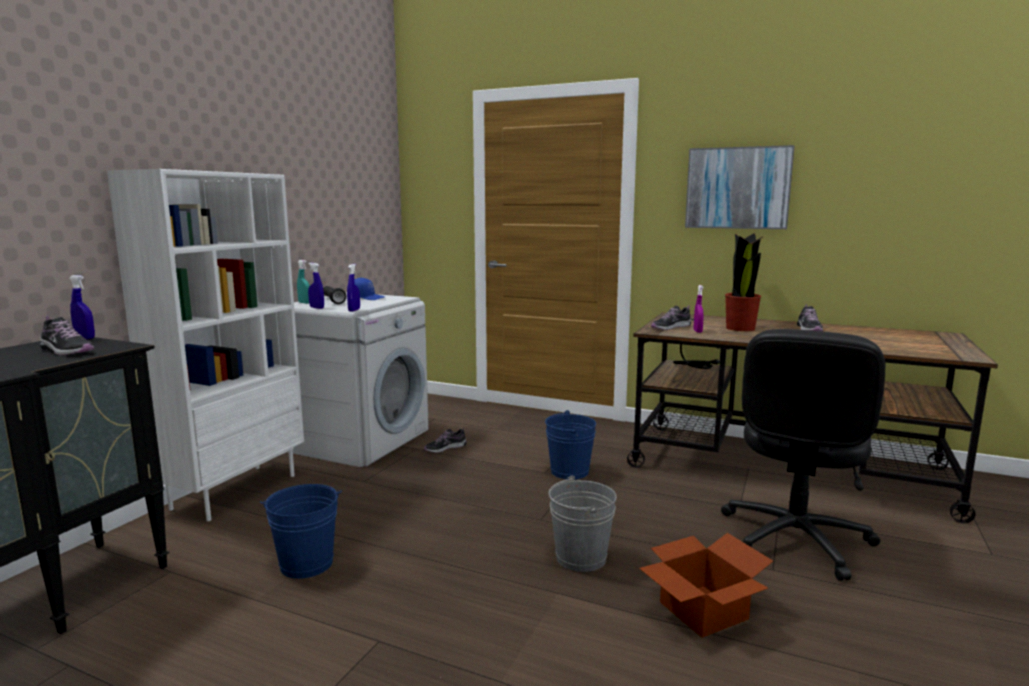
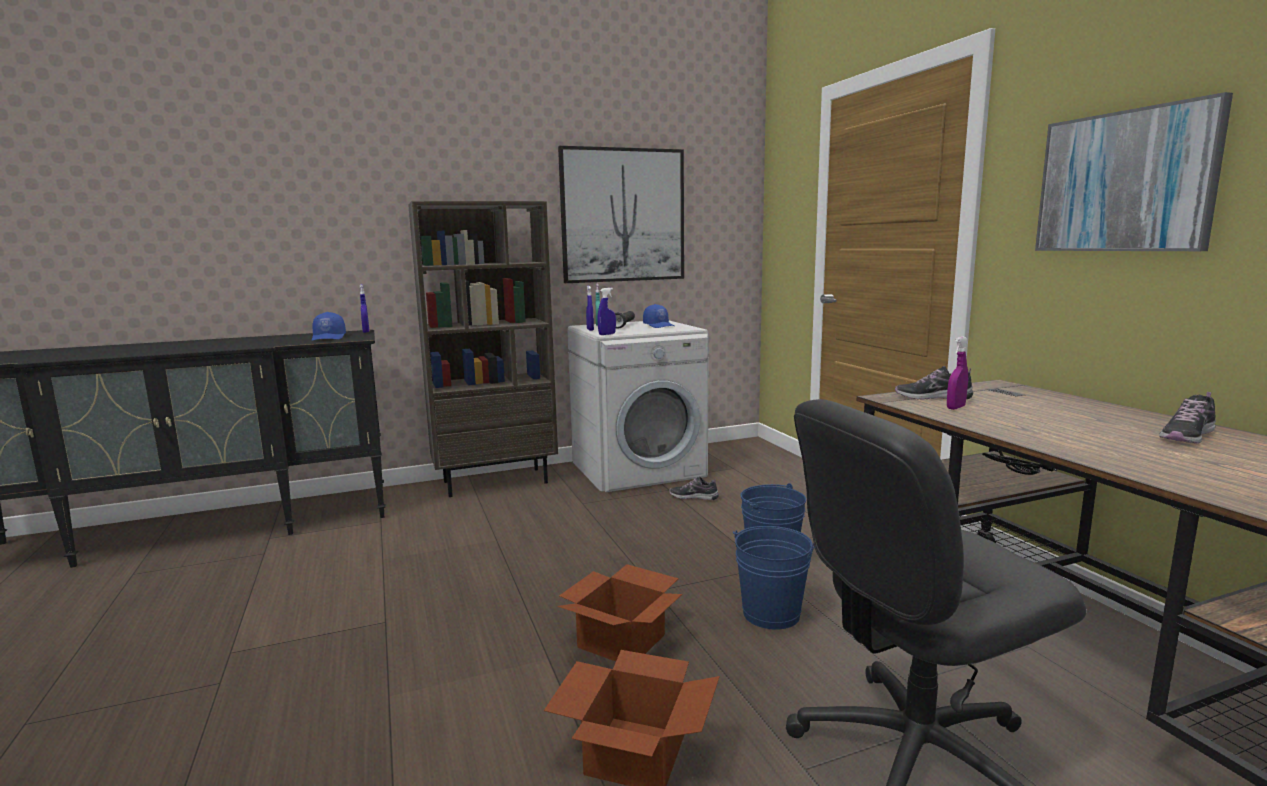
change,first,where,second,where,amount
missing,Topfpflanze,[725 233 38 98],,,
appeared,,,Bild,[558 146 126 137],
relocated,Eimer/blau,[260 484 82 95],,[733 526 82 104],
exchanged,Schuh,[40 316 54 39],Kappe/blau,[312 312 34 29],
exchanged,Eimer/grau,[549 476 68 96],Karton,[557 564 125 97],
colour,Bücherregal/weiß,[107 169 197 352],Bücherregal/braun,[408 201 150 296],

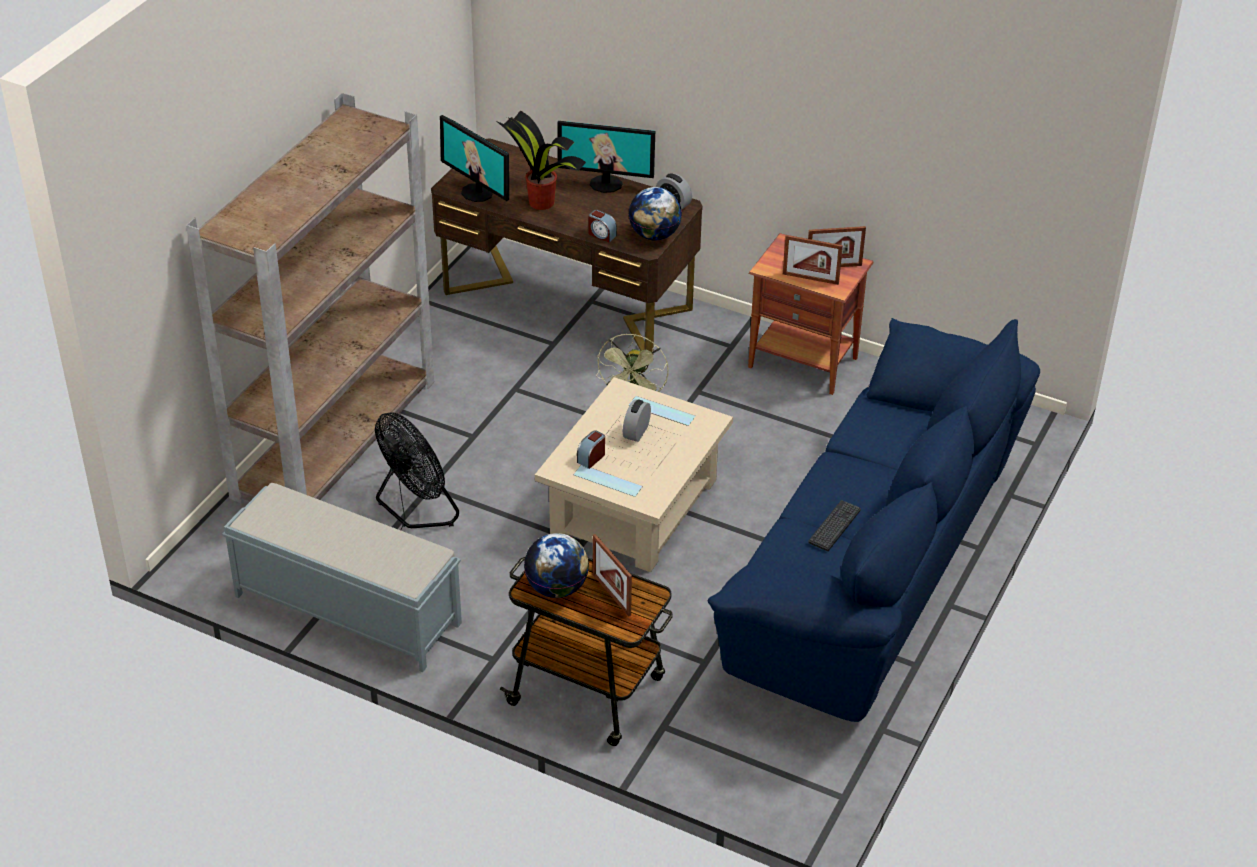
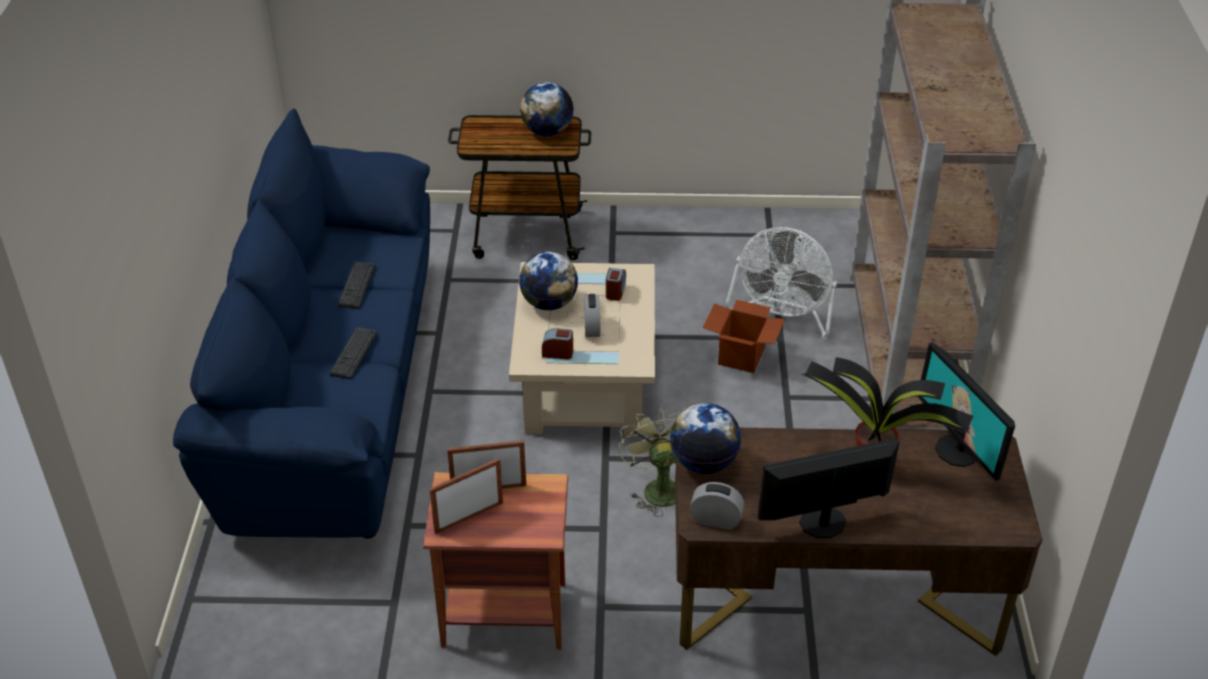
change,first,where,second,where,amount
missing,Bank/grau,[222 483 240 189],,,
missing,Bilderrahmen,[593 534 39 83],,,
appeared,,,Tastatur,[330 327 48 52],
appeared,,,Globus,[519 252 59 58],
appeared,,,Karton,[702 300 83 73],
relocated,Wecker,[589 210 28 32],,[542 328 31 32],
colour,Ventilator/schwarz,[375 413 84 116],Ventilator/weiß,[726 227 111 113],
spun,Monitor,[440 115 69 87],,[918 342 97 139],135 degrees counterclockwise

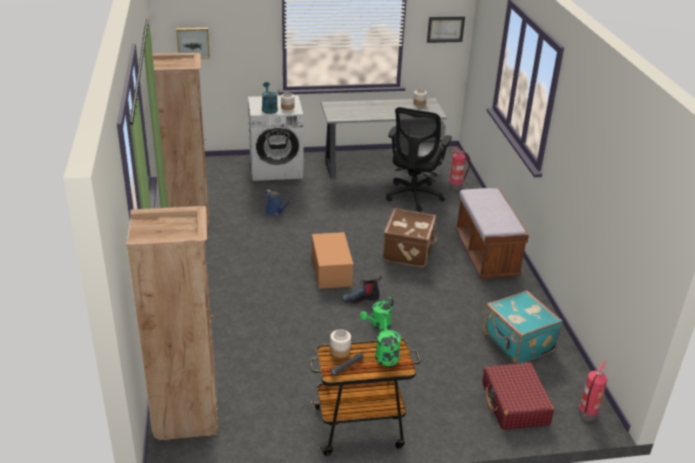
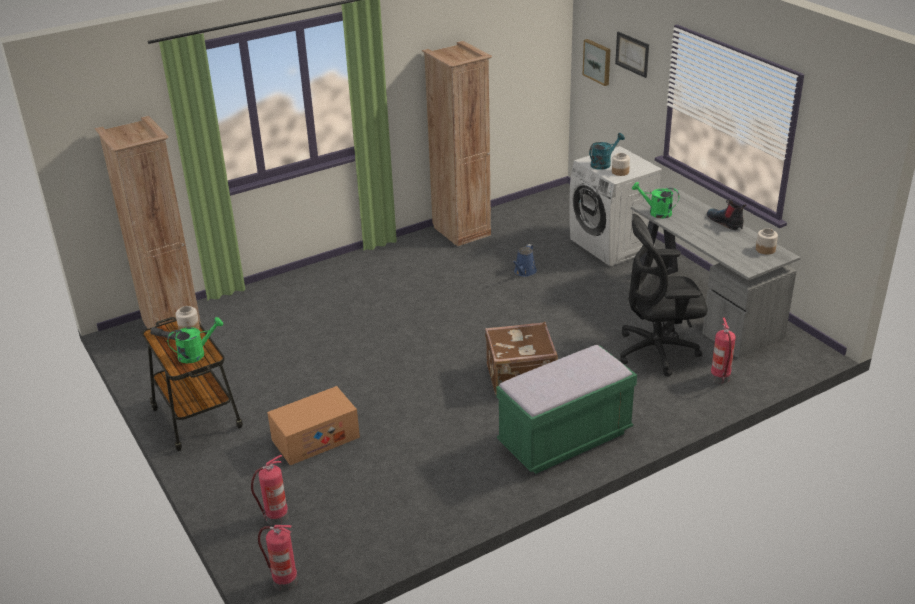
change,first,where,second,where,amount
missing,Koffer/türkis,[483 290 80 74],,,
relocated,Karton,[312 232 41 57],,[267 386 93 79],
relocated,Stiefel,[342 276 40 28],,[707 199 39 32],
relocated,Gießkanne/grün,[360 297 34 33],,[632 182 47 36],
relocated,Bild,[427 16 38 27],,[615 31 34 47],
exchanged,Koffer/rot,[482 362 72 68],Feuerlöscher,[251 455 38 70],
colour,Bank/braun,[455 188 74 91],Bank/grün,[496 345 141 129],

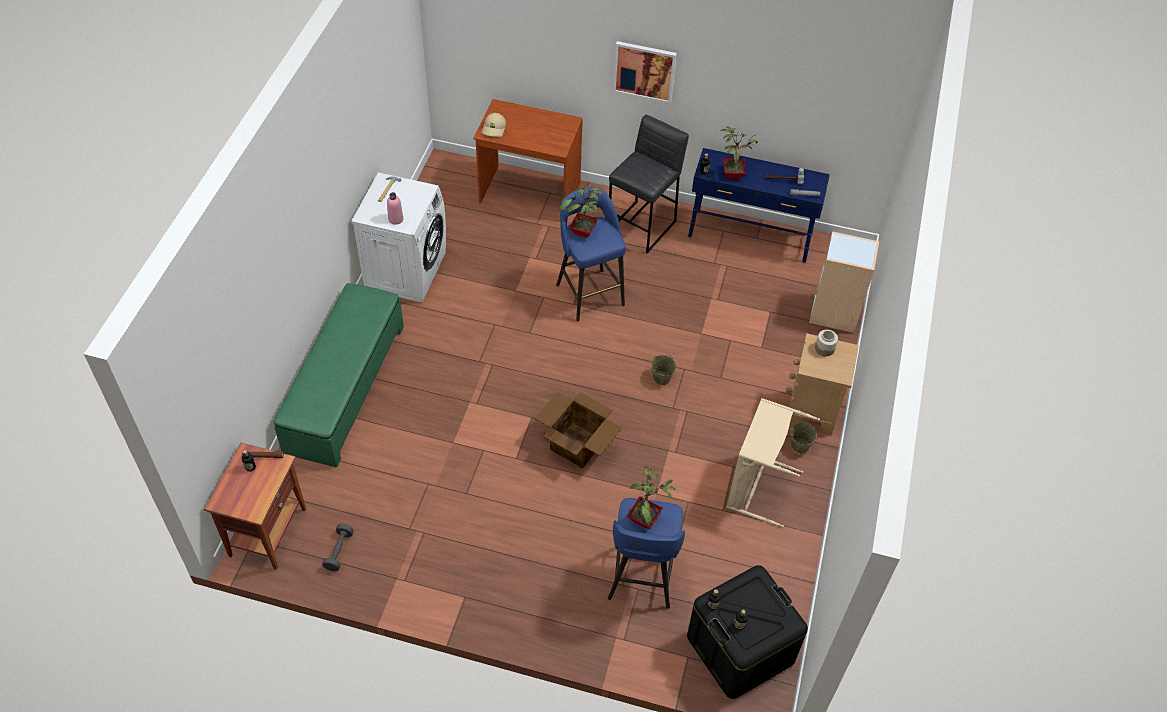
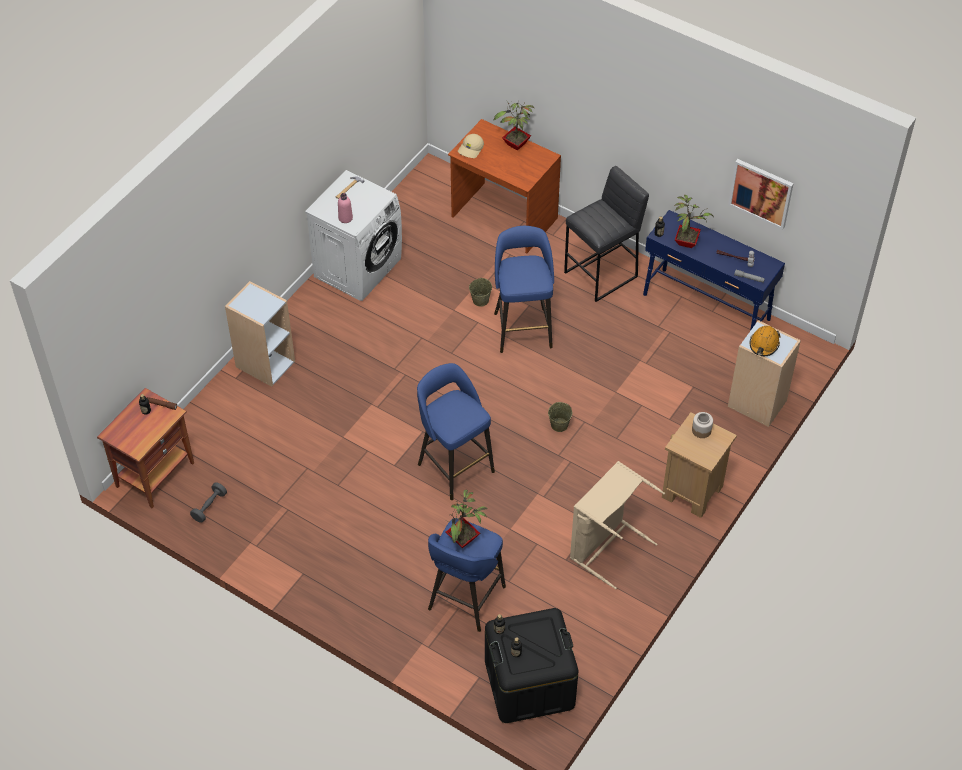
change,first,where,second,where,amount
appeared,,,Schutzhelm/orange,[750 326 30 30],
relocated,Topfpflanze,[559 185 44 53],,[494 100 40 51],
relocated,Bild,[613 41 64 63],,[728 159 66 71],
relocated,Eimer/beige,[791 422 26 31],,[469 278 23 29],
exchanged,Bank/grün,[274 283 130 184],Bücherregal,[225 281 70 106],
exchanged,Karton,[535 392 87 77],Hocker/blau,[417 363 78 137],

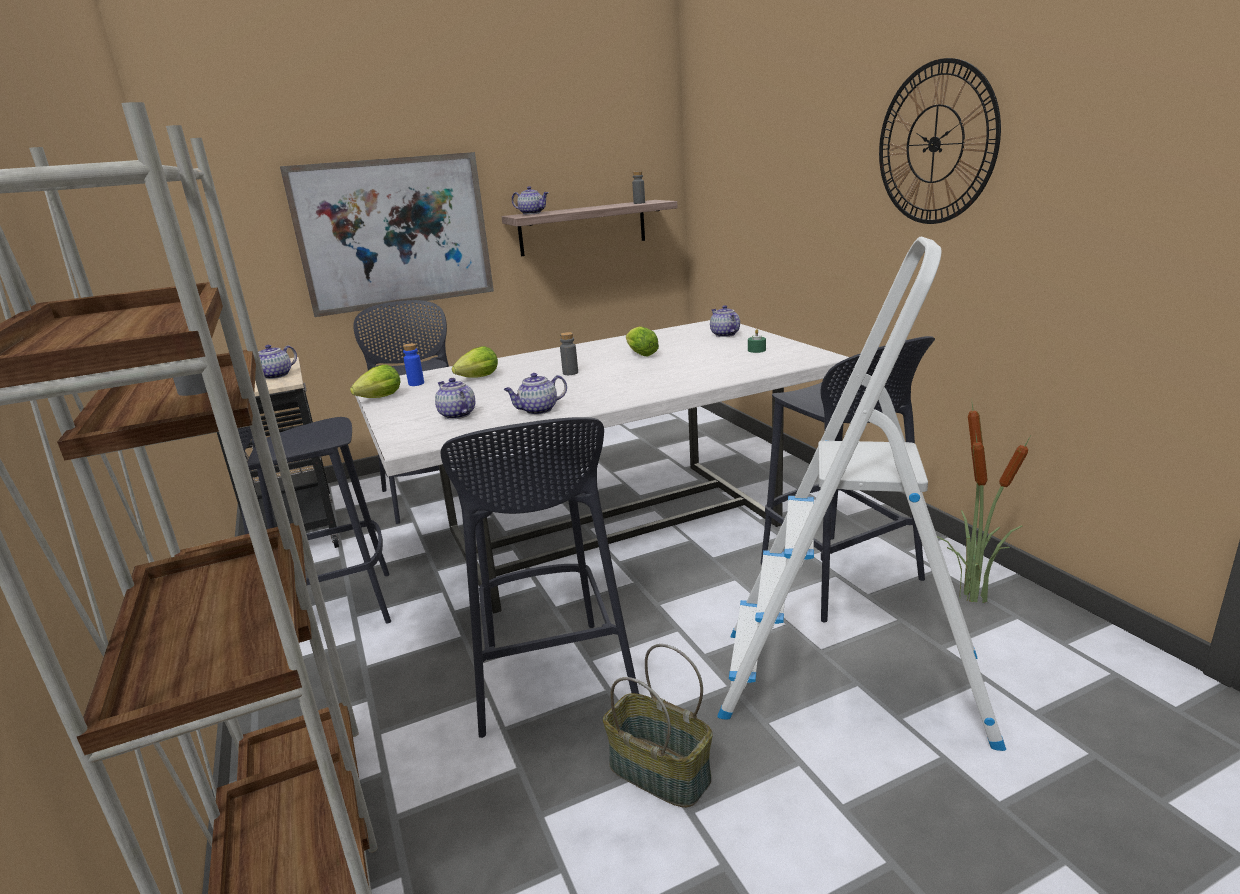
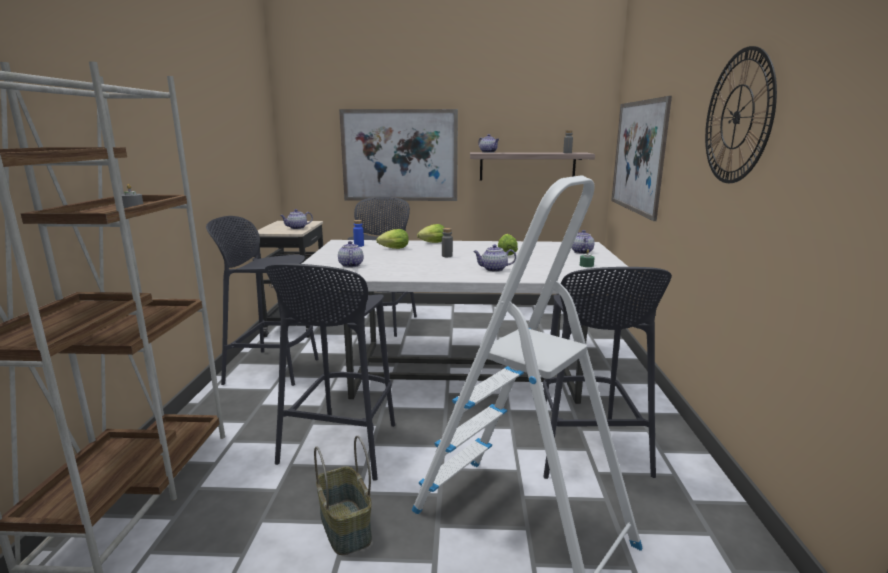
change,first,where,second,where,amount
missing,Topfpflanze,[937 397 93 206],,,
appeared,,,Bild,[611 96 61 125],
relocated,Salatkopf,[350 364 50 34],,[417 224 28 19],
relocated,Teekanne,[504 373 63 42],,[473 244 43 28],

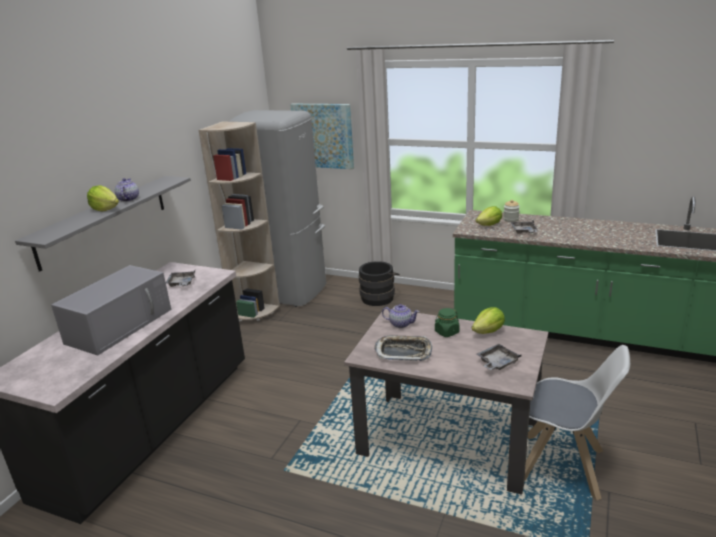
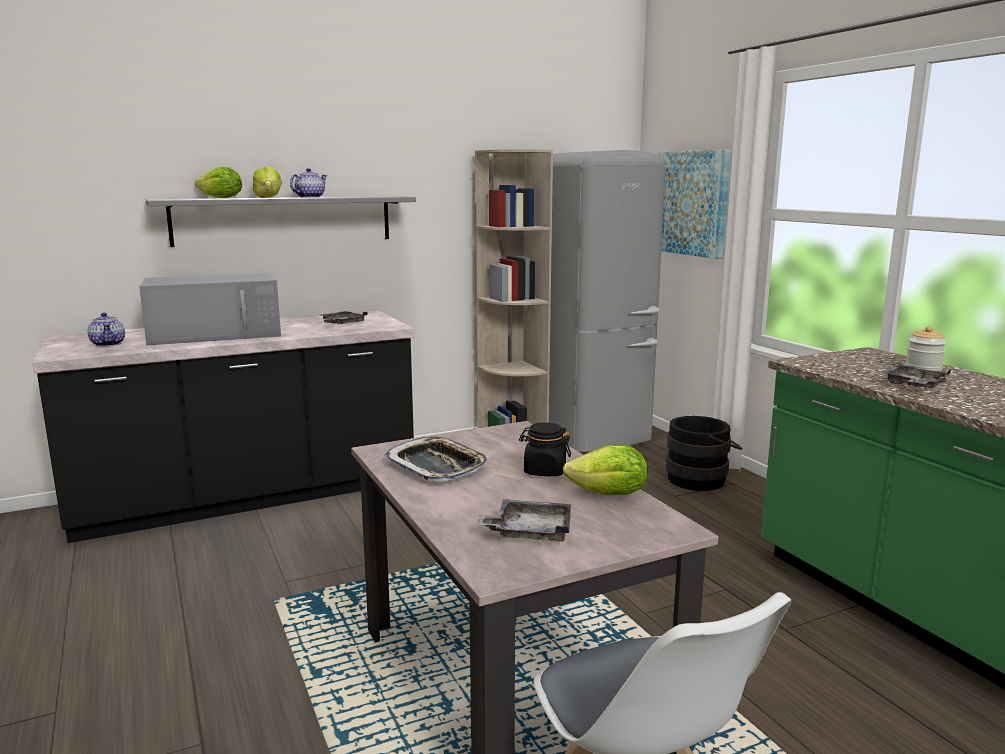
change,first,where,second,where,amount
relocated,Teekanne,[382 304 38 24],,[87 313 38 34],
relocated,Salatkopf,[476 206 26 20],,[195 166 47 32],
colour,Vorratsglas/grün,[435 308 25 29],Vorratsglas/schwarz,[519 422 52 54],

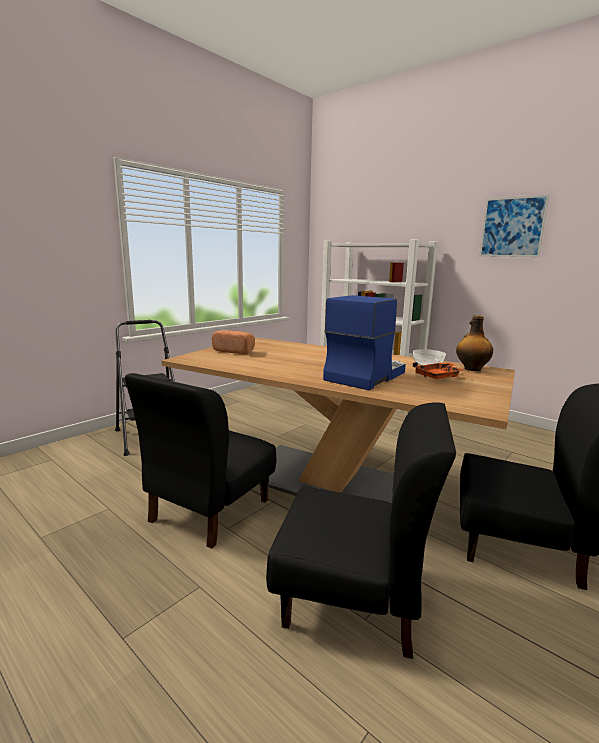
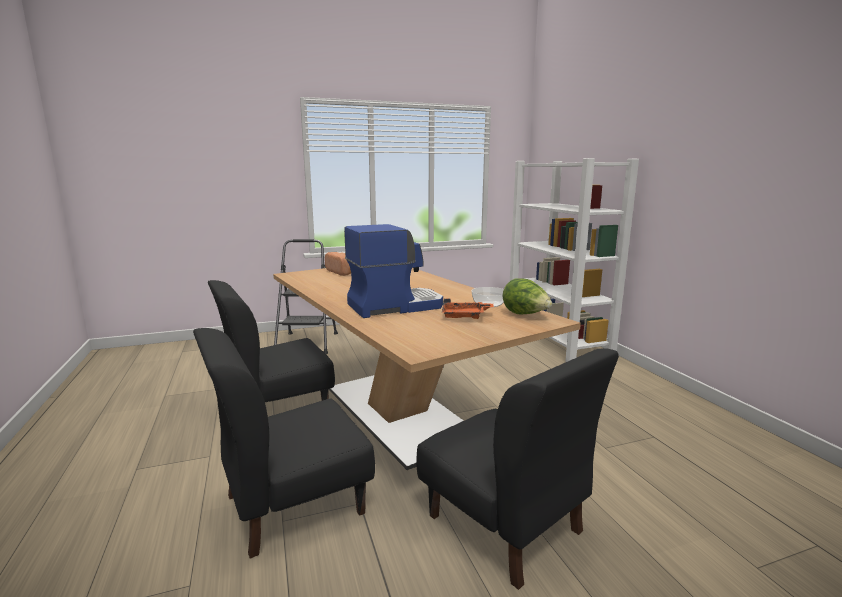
change,first,where,second,where,amount
missing,Bild,[479 194 71 63],,,
exchanged,Flasche,[456 315 37 56],Salatkopf,[502 278 50 36],
spun,Stuhl/schwarz,[266 402 190 257],,[193 328 182 230],105 degrees clockwise

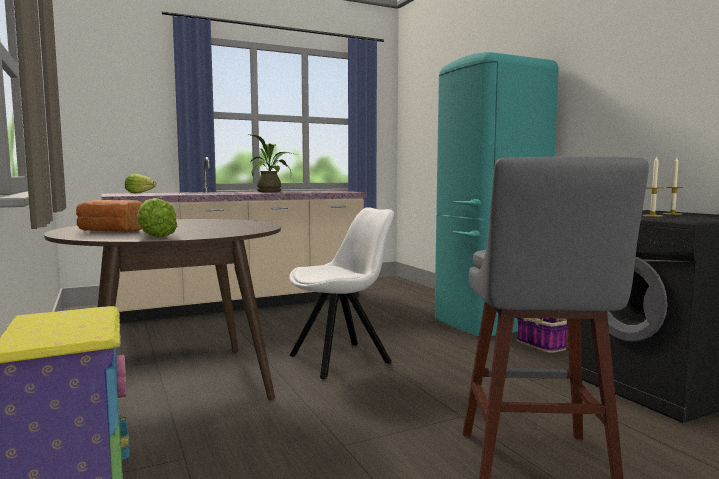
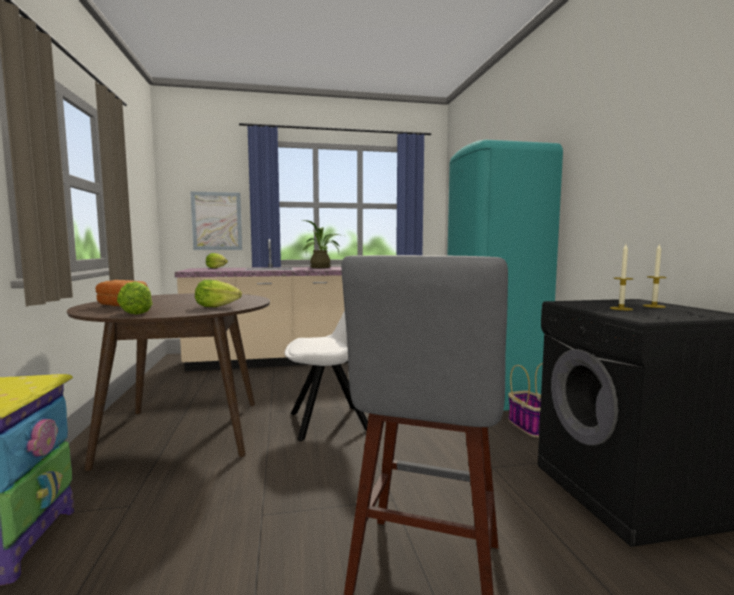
change,first,where,second,where,amount
appeared,,,Bild,[191 192 51 58],
appeared,,,Salatkopf,[195 280 47 27],

